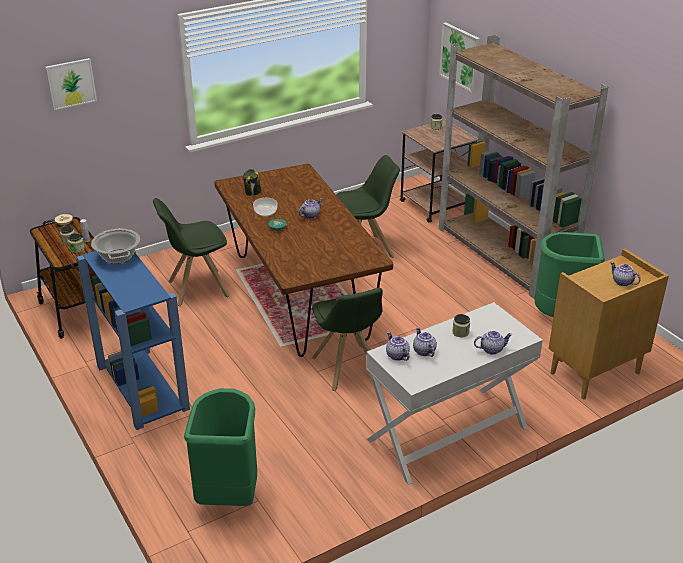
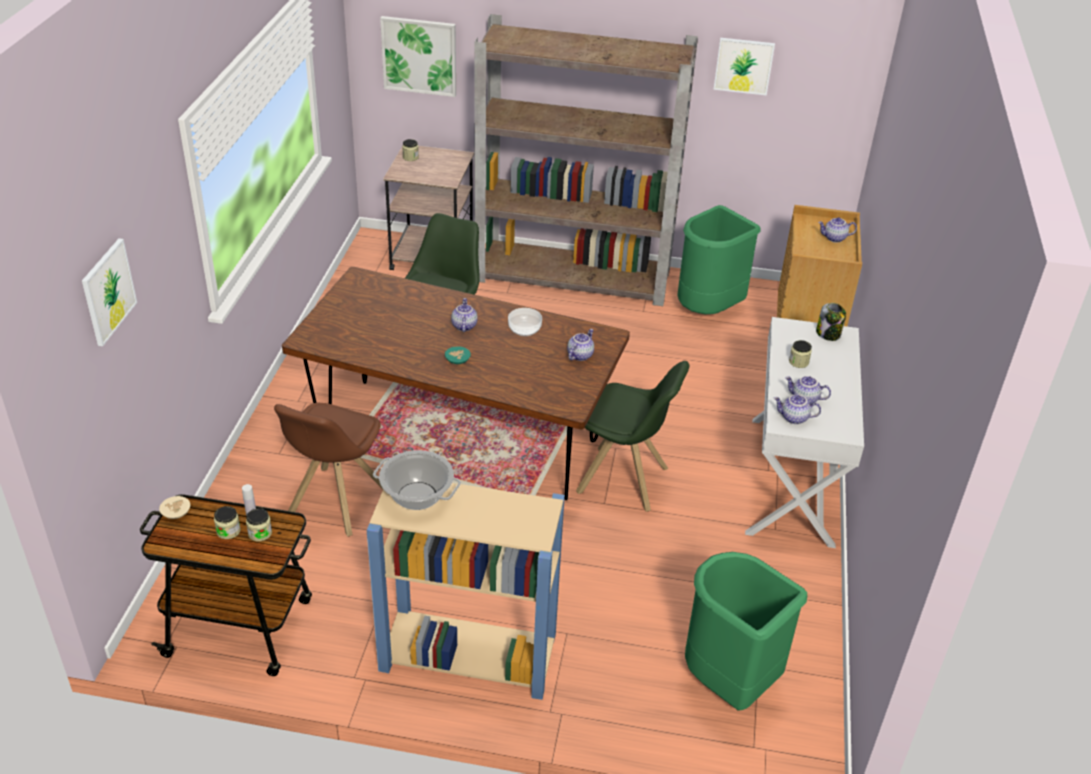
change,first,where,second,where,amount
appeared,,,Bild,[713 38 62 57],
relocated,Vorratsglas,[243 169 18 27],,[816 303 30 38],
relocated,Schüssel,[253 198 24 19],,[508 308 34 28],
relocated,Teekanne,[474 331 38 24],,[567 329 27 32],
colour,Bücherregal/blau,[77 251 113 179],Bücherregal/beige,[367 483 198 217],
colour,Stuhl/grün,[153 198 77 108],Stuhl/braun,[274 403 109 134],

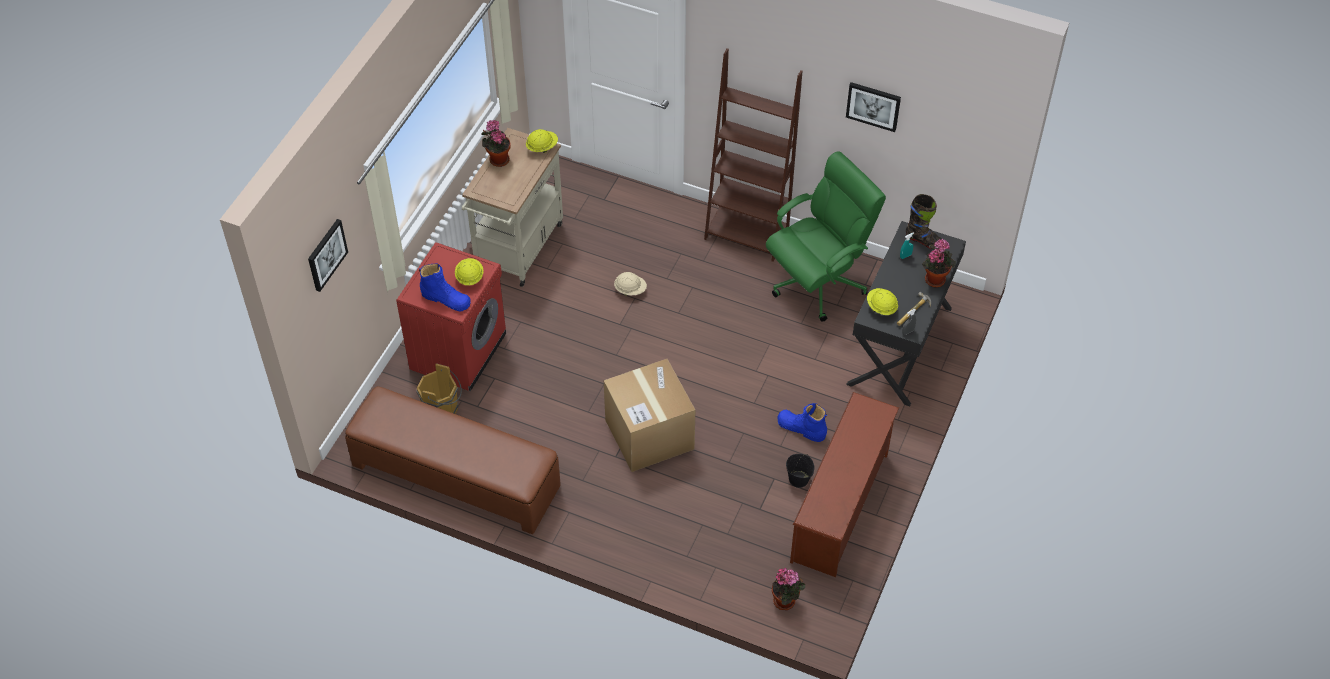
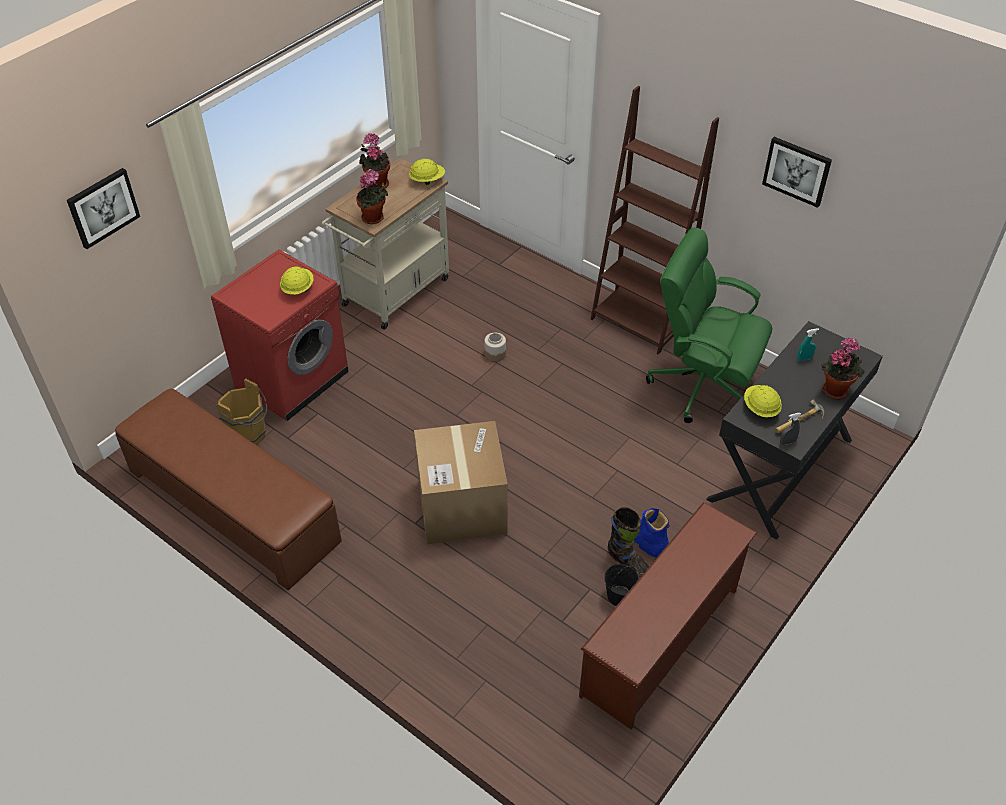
change,first,where,second,where,amount
missing,Stiefel/blau,[419 264 51 48],,,
relocated,Topfpflanze,[772 568 33 42],,[356 169 32 55],
relocated,Stiefel/schwarz,[906 194 36 55],,[608 507 41 70],
exchanged,Schutzhelm/beige,[614 272 33 24],Vorratsglas,[484 333 22 29],
spun,Bürostuhl/grün,[766 151 120 171],,[646 228 126 195],135 degrees counterclockwise

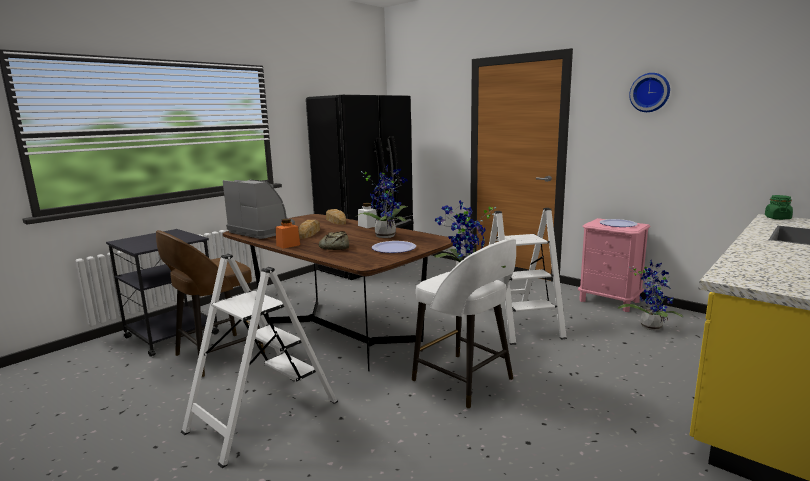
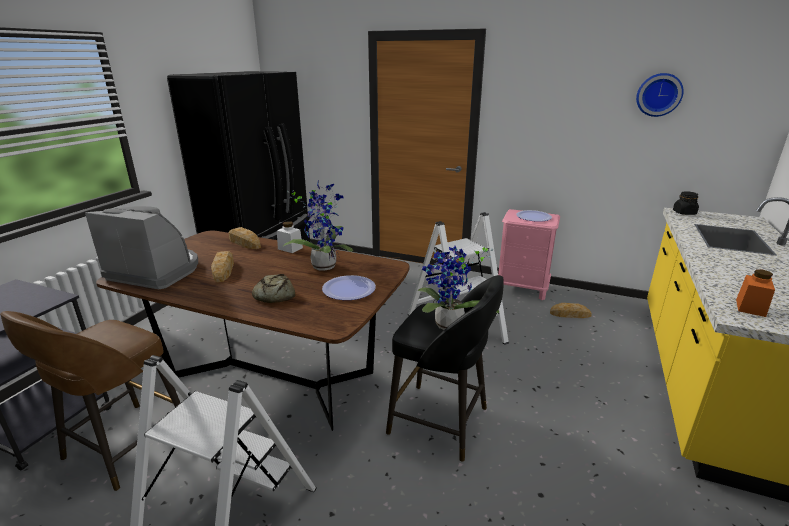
change,first,where,second,where,amount
relocated,Vorratsglas/orange,[276 219 24 30],,[736 269 39 48],
relocated,Wanduhr,[629 73 41 39],,[636 73 48 44],
exchanged,Topfpflanze,[618 259 65 72],Brot,[550 303 42 15],
colour,Hocker/weiß,[412 238 104 171],Hocker/schwarz,[386 275 118 187],
colour,Vorratsglas/grün,[765 195 28 25],Vorratsglas/schwarz,[673 191 26 24],

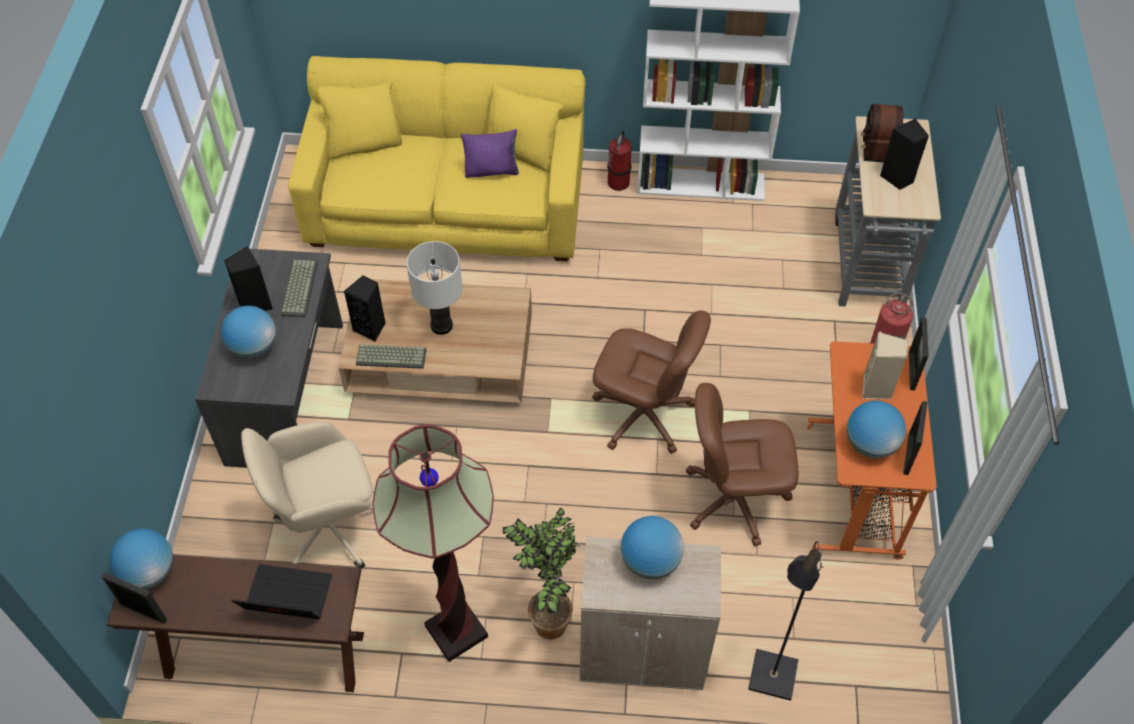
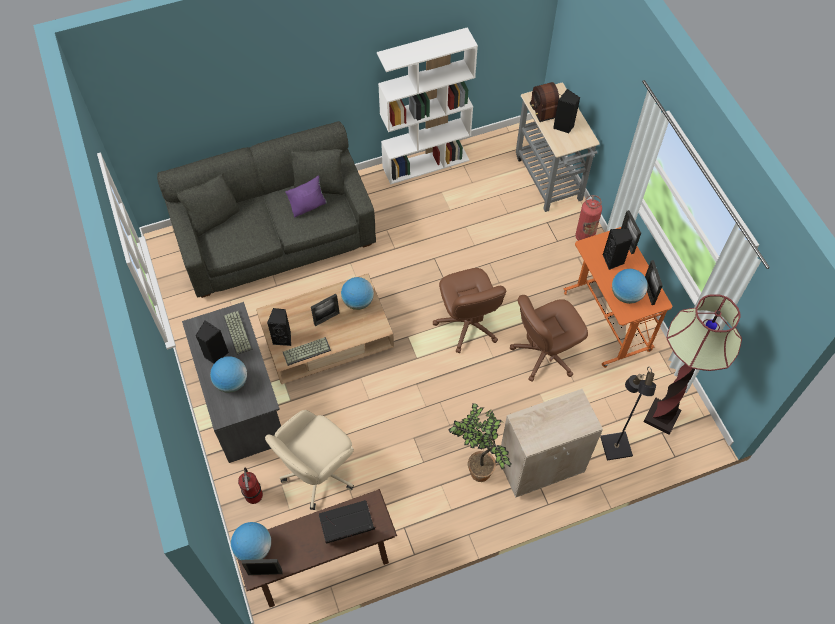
change,first,where,second,where,amount
relocated,Stehlampe,[372 424 122 238],,[643 295 99 140],
relocated,Feuerlöscher,[607 131 25 60],,[238 468 25 36],
relocated,Globus,[621 516 63 63],,[341 277 33 33],
exchanged,Tischlampe/weiß,[407 241 55 94],Bilderrahmen,[311 294 29 33],
colour,Sofa/gelb,[288 56 297 205],Sofa/grau,[157 121 219 177],
colour,Lautsprecher/beige,[862 332 46 67],Lautsprecher/schwarz,[603 228 30 42],
spun,Bürostuhl/braun,[592 310 119 144],,[433 268 73 85],75 degrees clockwise

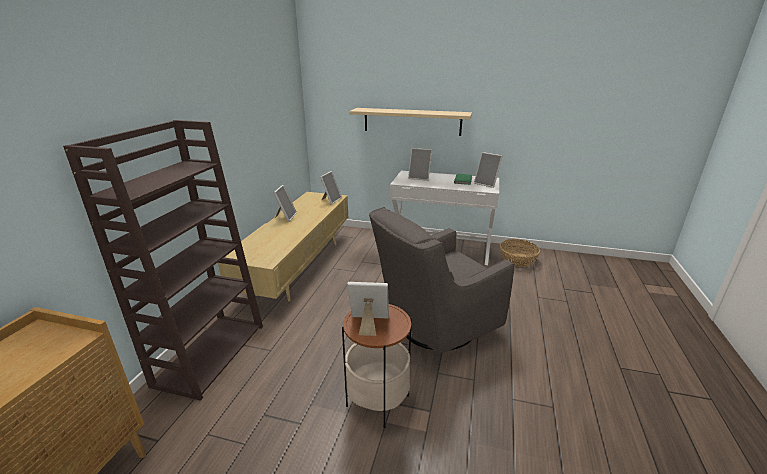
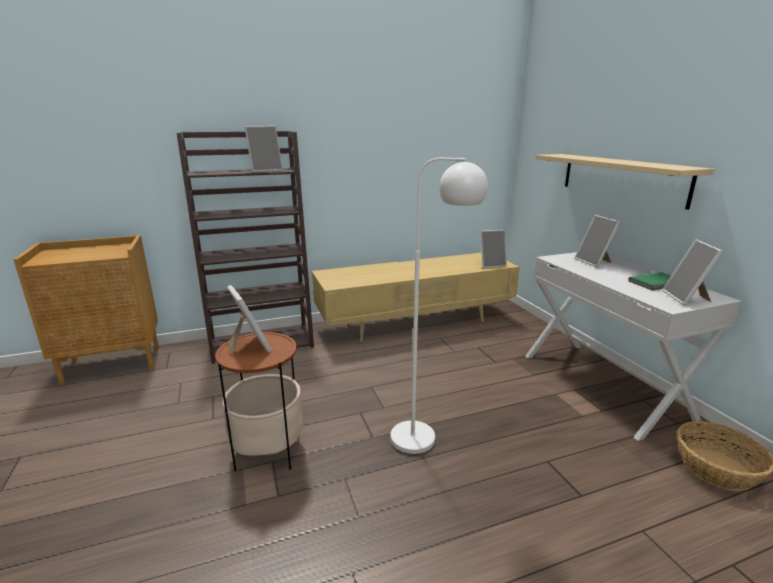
change,first,where,second,where,amount
relocated,Bilderrahmen,[273 185 24 37],,[245 126 38 46],
exchanged,Sessel/grau,[369 207 146 146],Stehlampe/weiß,[391 158 97 296],

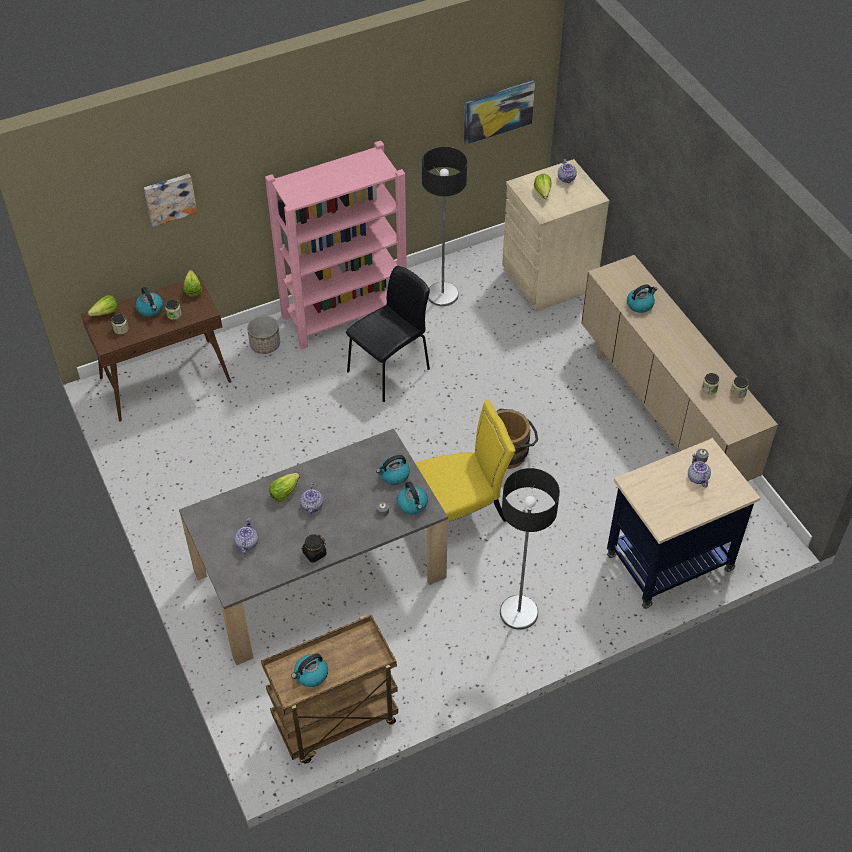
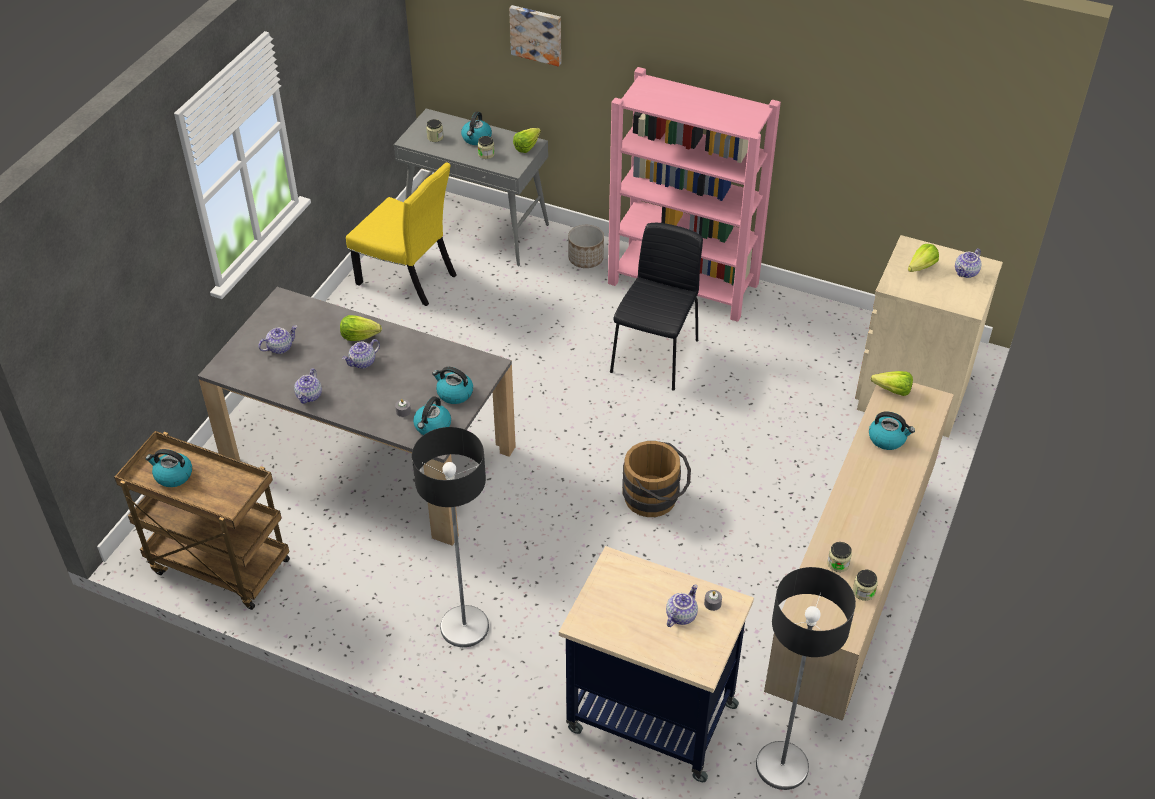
change,first,where,second,where,amount
missing,Bild,[464 81 71 64],,,
relocated,Salatkopf,[88 295 30 21],,[871 371 42 25],
relocated,Stuhl/gelb,[415 400 101 122],,[346 162 111 144],
relocated,Stehlampe,[422 147 45 159],,[756 567 100 223],
exchanged,Vorratsglas/schwarz,[302 535 24 28],Teekanne,[294 369 28 35],
colour,Konsolentisch/braun,[81 276 150 146],Konsolentisch/grau,[394 109 155 157],
spun,Stuhl/schwarz,[346 266 84 136],,[610 223 93 168],75 degrees counterclockwise

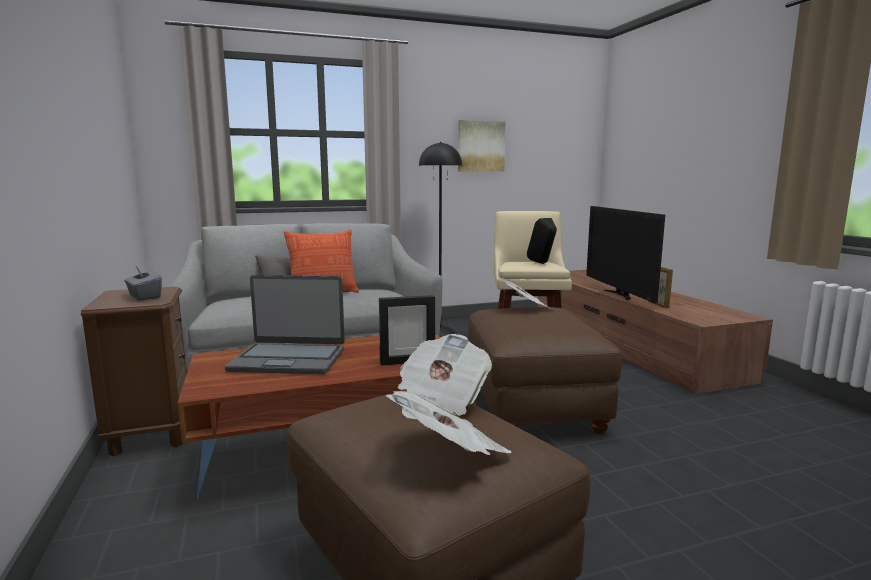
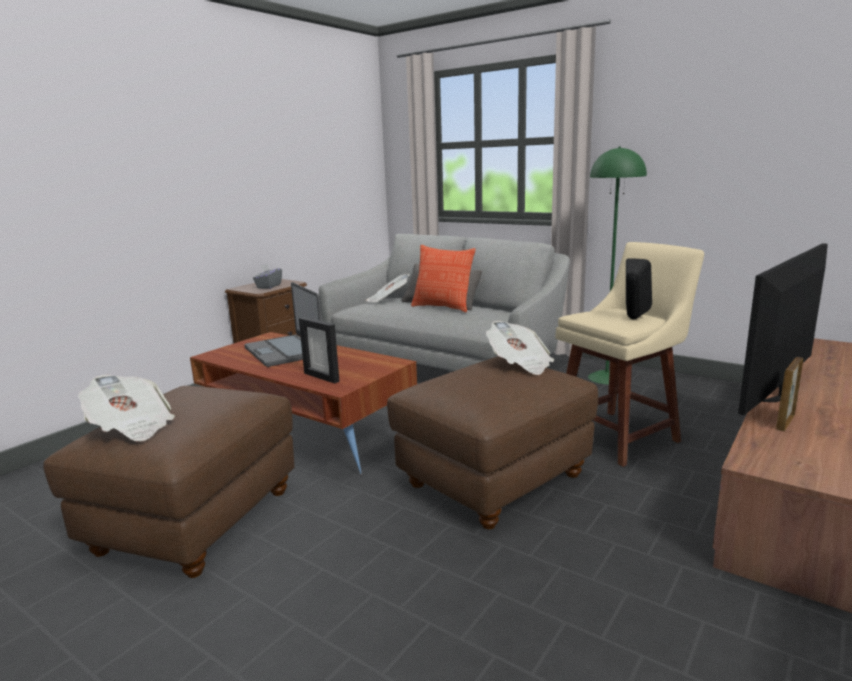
change,first,where,second,where,amount
missing,Bild,[458 120 47 52],,,
relocated,Zeitung,[398 334 94 85],,[366 274 44 29],
colour,Stehlampe/schwarz,[419 142 43 194],Stehlampe/grün,[588 146 59 239],

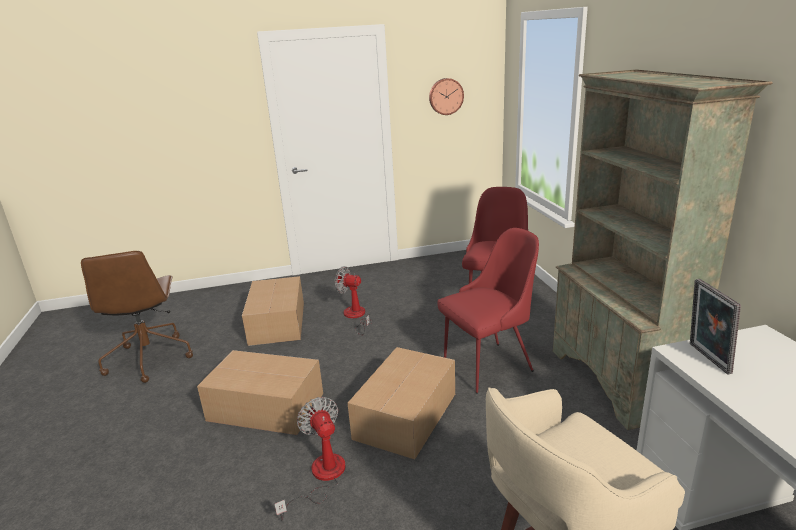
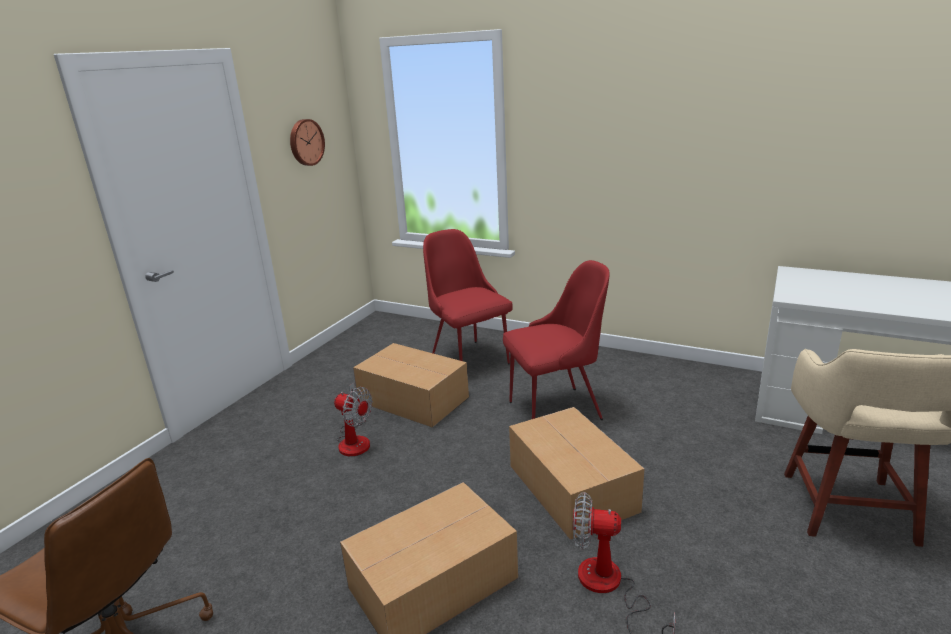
change,first,where,second,where,amount
missing,Bücherregal/grün,[553 70 220 360],,,
missing,Bilderrahmen,[690 279 51 95],,,
relocated,Karton,[242 276 62 70],,[353 343 116 85],
spun,Ventilator,[335 266 37 69],,[334 383 39 73],120 degrees counterclockwise
spun,Stuhl/rot,[438 228 101 166],,[503 260 106 160],60 degrees clockwise

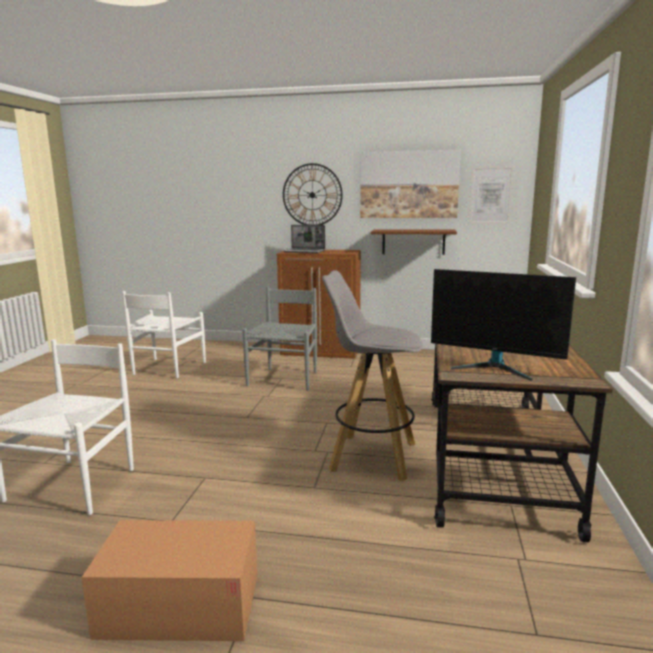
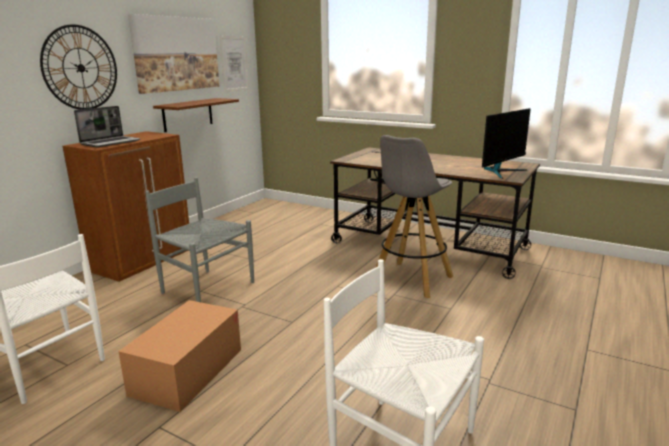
change,first,where,second,where,amount
relocated,Karton,[81 520 177 121],,[118 300 123 112],

